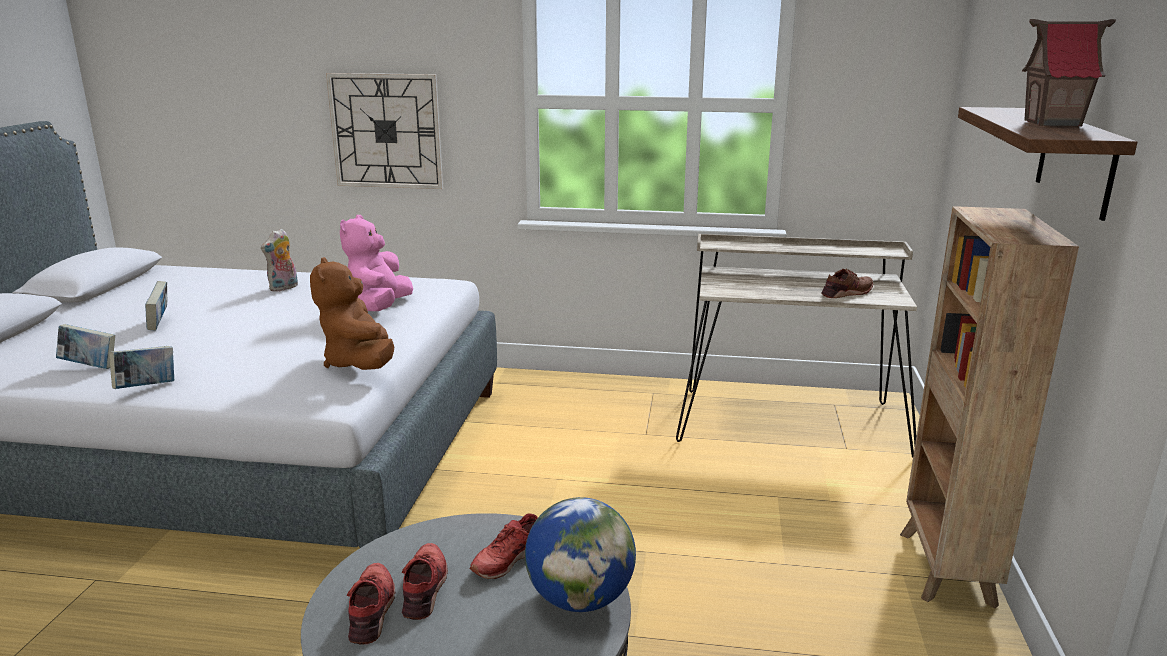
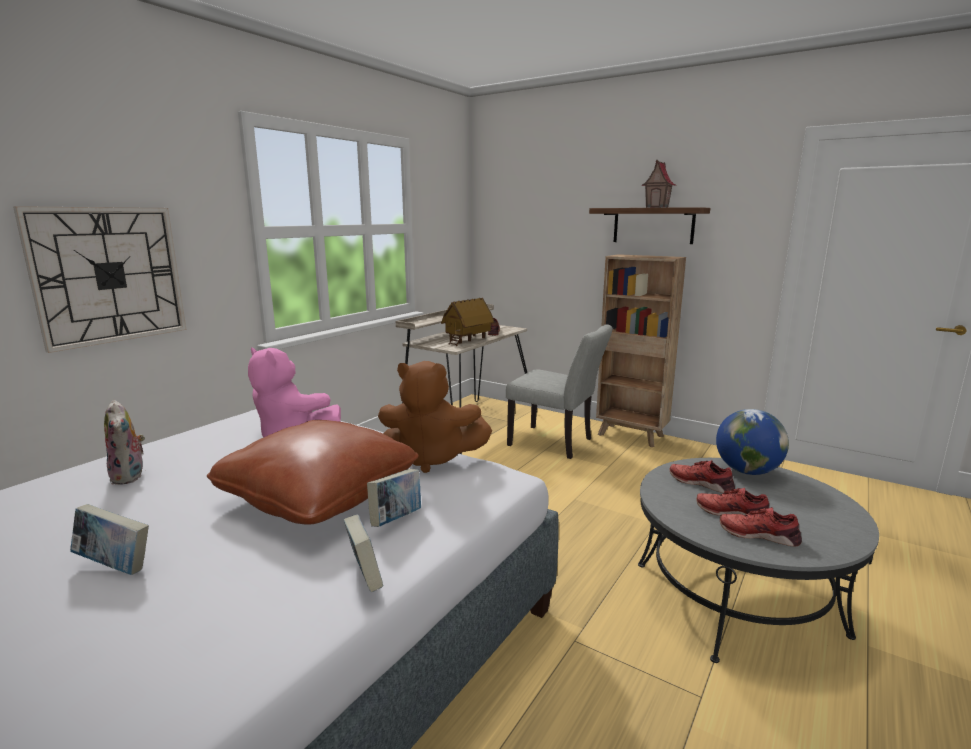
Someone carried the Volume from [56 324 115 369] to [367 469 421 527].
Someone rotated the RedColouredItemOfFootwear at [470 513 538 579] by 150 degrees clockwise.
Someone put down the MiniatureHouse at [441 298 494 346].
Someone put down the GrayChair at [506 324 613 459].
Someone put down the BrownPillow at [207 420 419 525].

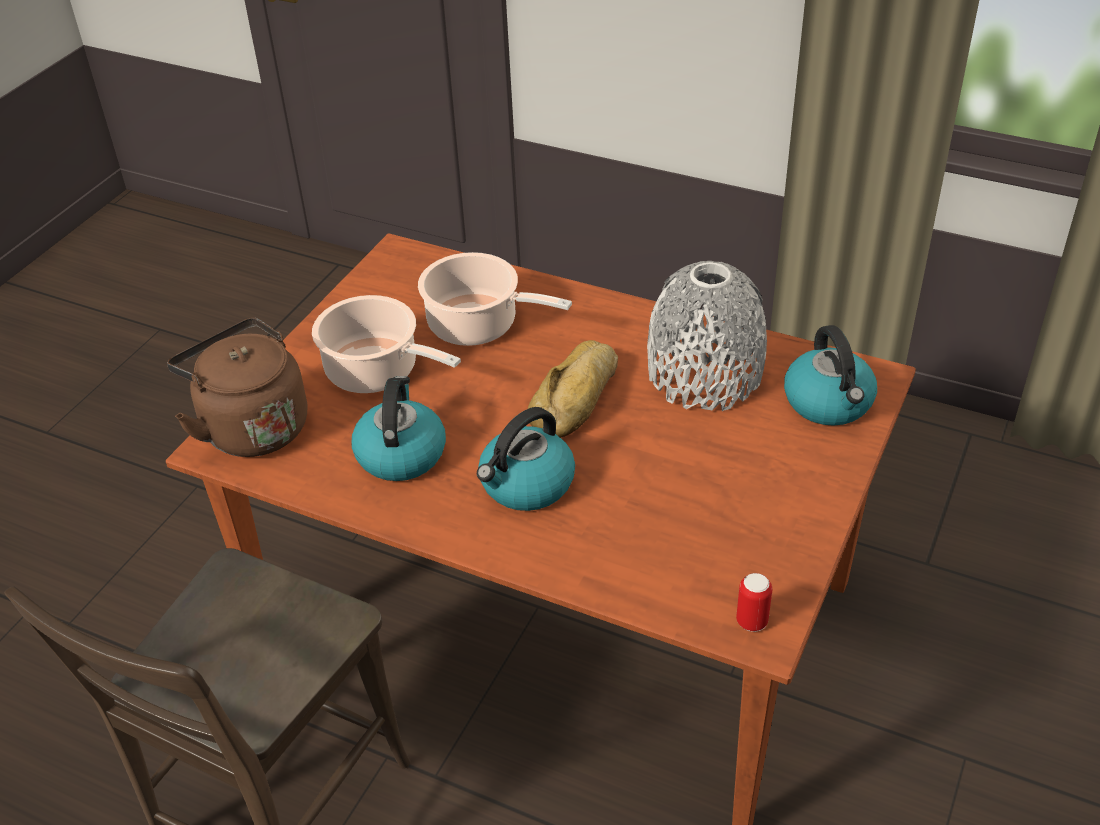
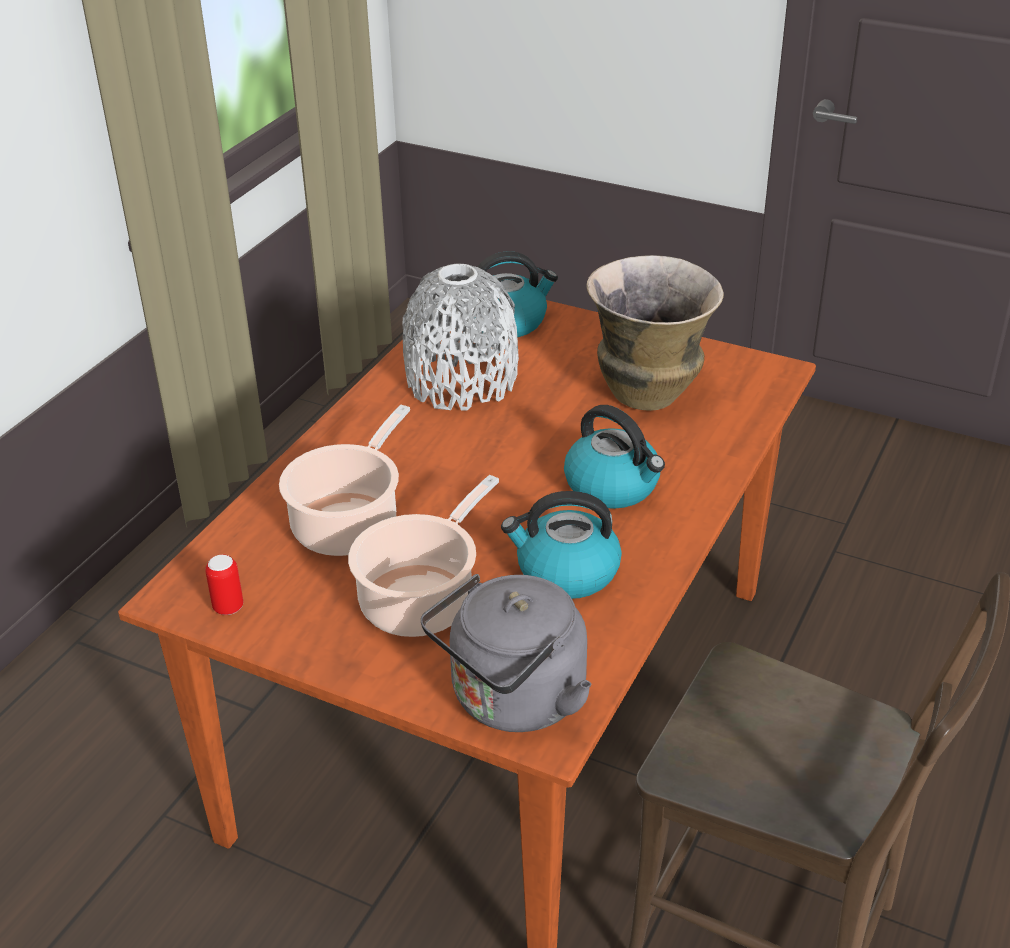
Someone repainted the BrownKettle at [167 318 307 457], which became the GrayKettle at [421 574 592 732].
Someone took away the BakedBread at [528 340 618 438].
Someone carried the Can from [736 573 772 632] to [205 555 243 615].
Someone put down the DecorativeVase at [587 255 724 411].

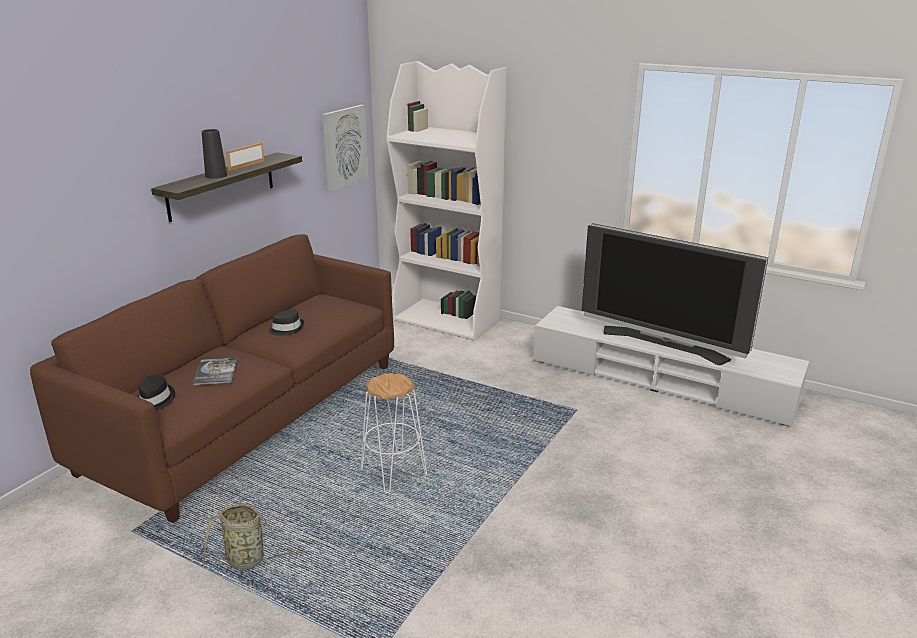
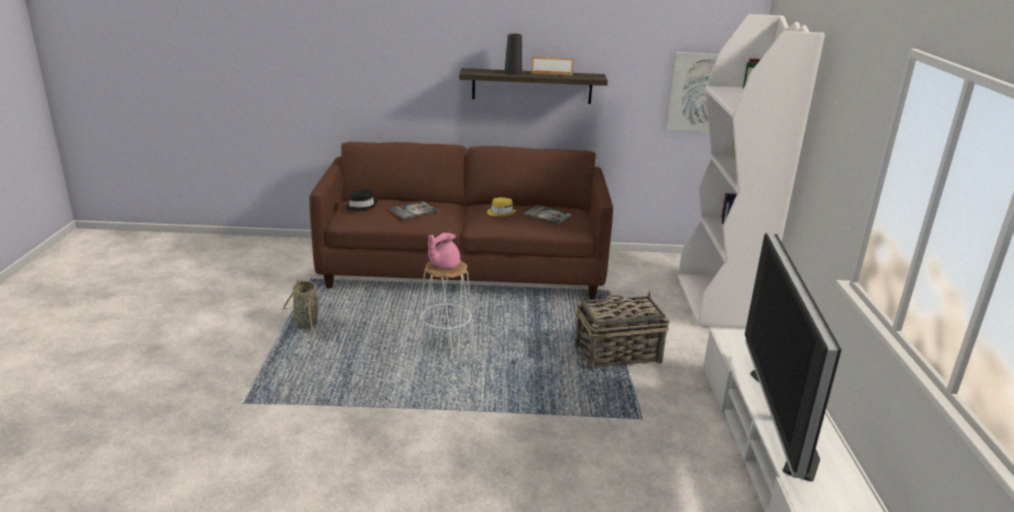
Someone repainted the BlackColouredHat at [268 309 304 336], which became the YellowHat at [487 197 516 217].
Someone put down the Volume at [523 205 571 225].
Someone put down the PinkColouredPotForTea at [428 233 460 269].
Someone put down the Basket at [575 291 669 370].

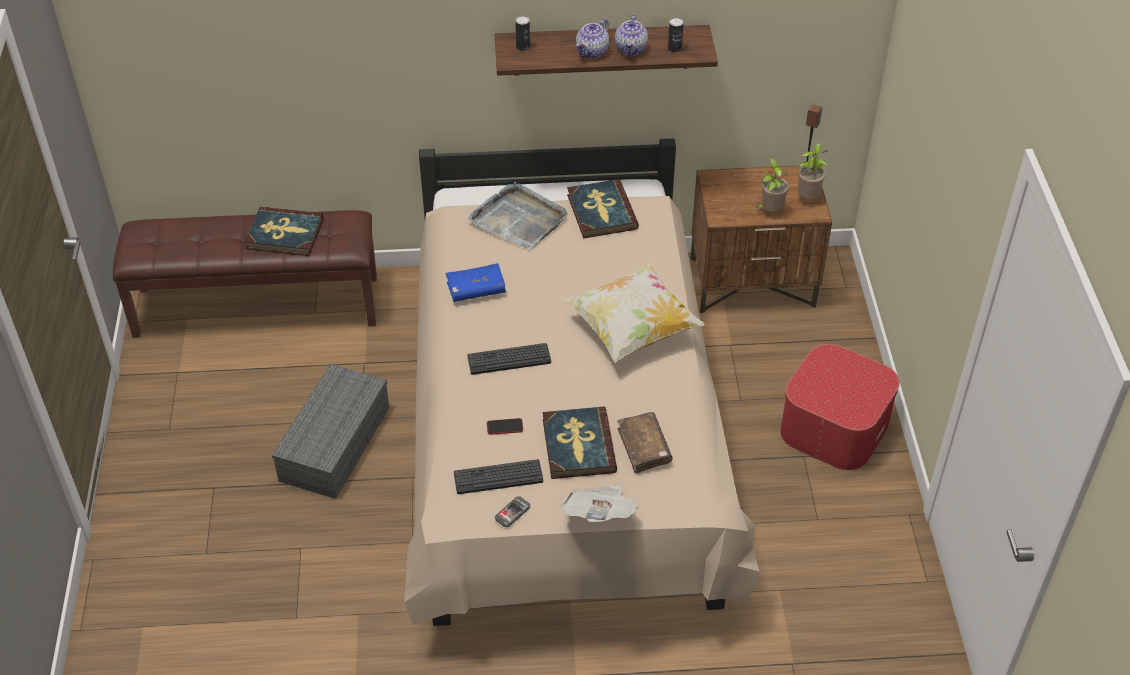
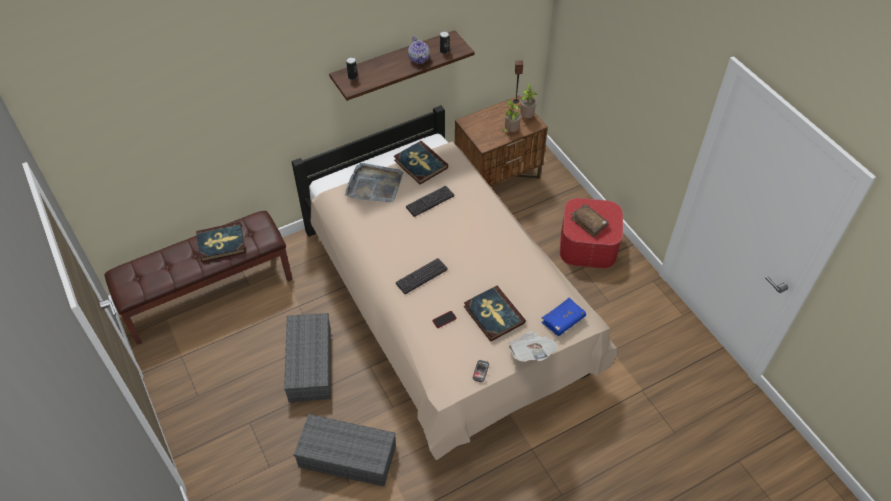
Someone took away the PotForTea at [576 19 609 58].
Someone carried the BlueColouredVolume from [446 263 506 302] to [541 298 586 336].
Someone took away the Pillow at [564 263 705 363].
Someone carried the BrownVolume from [617 412 673 474] to [571 204 609 237].
Someone carried the ComputerKeyboard from [454 459 543 494] to [406 186 454 217].
Someone put down the GrayStorageContainer at [294 414 396 487].

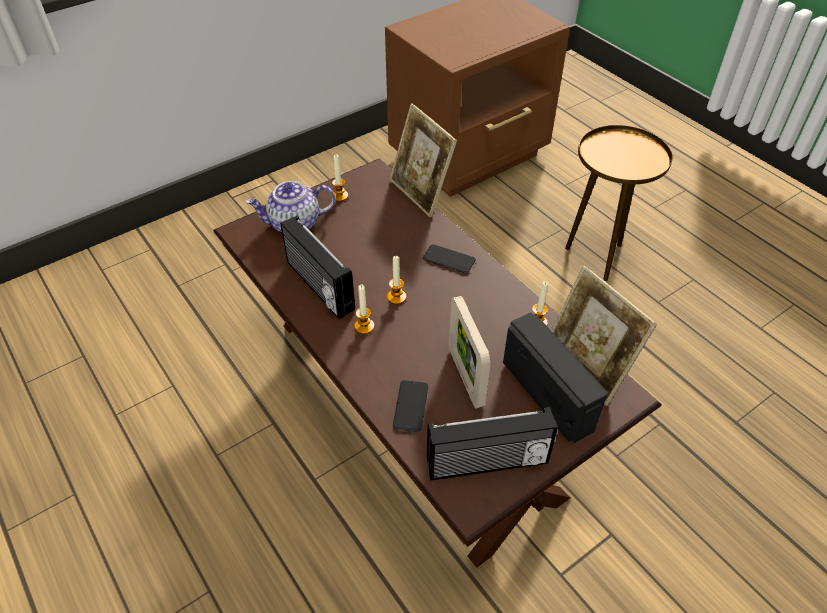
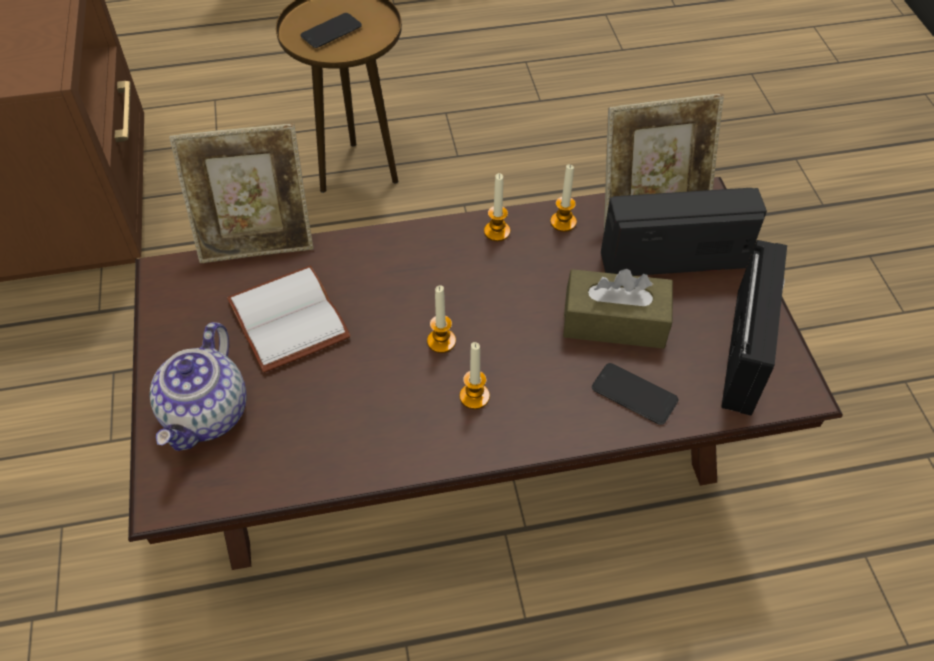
Someone carried the Candle from [331 154 348 201] to [484 173 510 241].
Someone took away the RadioReceiver at [280 216 355 319].
Someone carried the Phone from [423 244 476 273] to [301 13 362 48].
Someone swapped the StandingFrame at [449 296 491 408] for the BrownTissueHolder at [563 269 673 349].
Someone put down the WhiteVolume at [227 265 351 373].

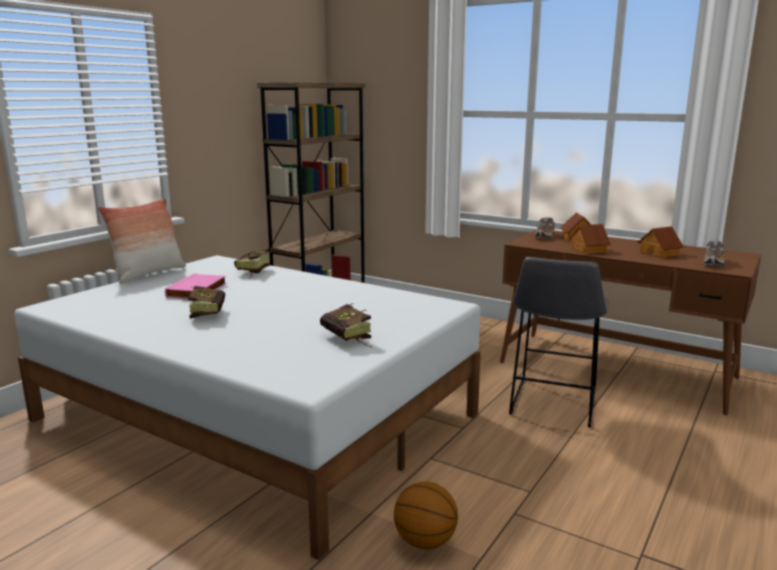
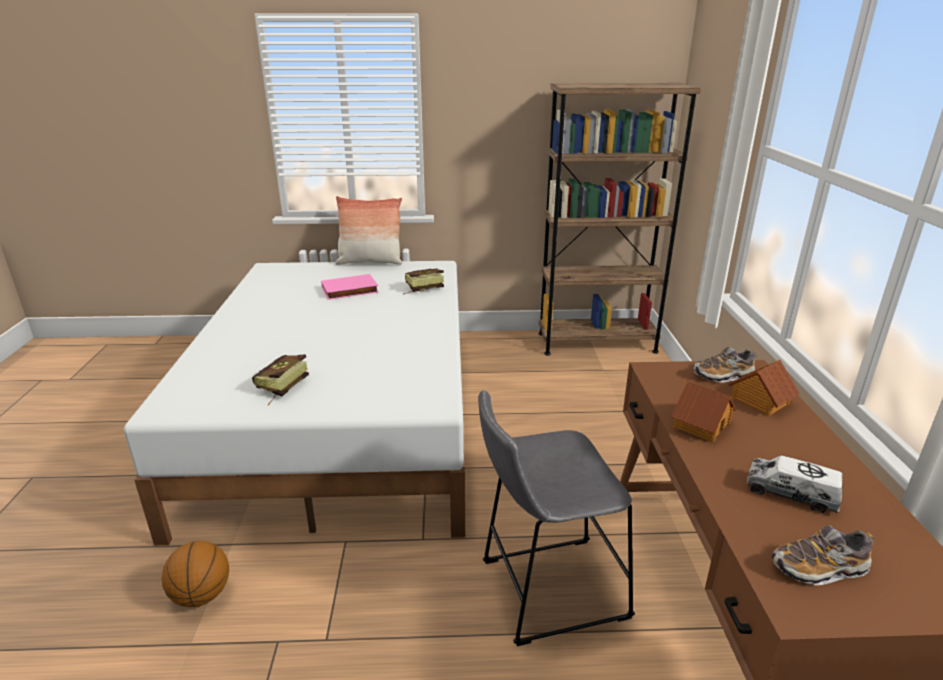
Someone swapped the MiniatureHouse at [637 226 684 258] for the ToyTruck at [747 455 842 513].
Someone took away the Volume at [187 286 225 319].

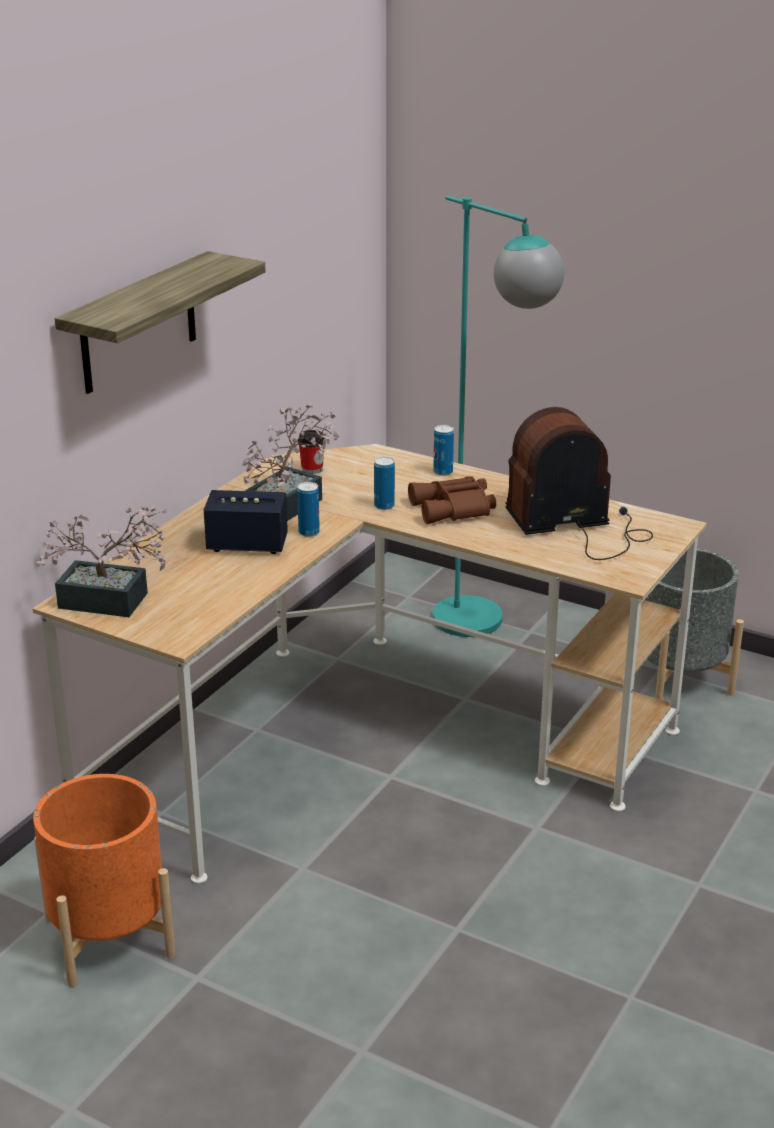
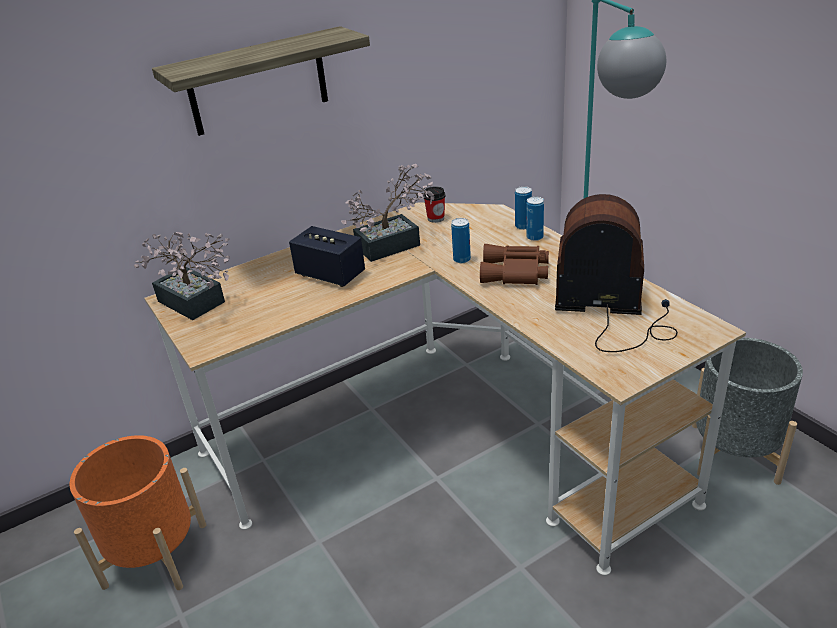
Someone carried the Can from [297 482 320 537] to [515 186 532 230].

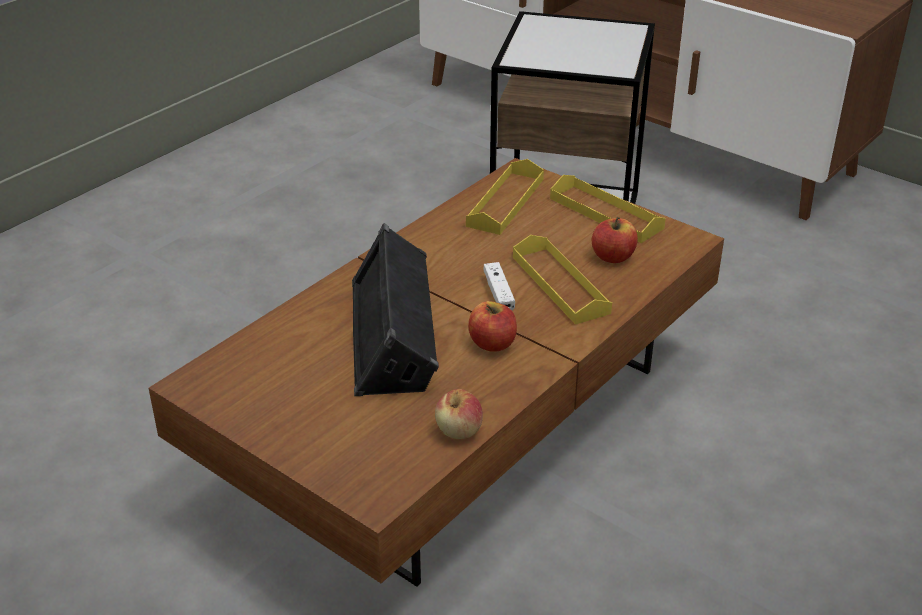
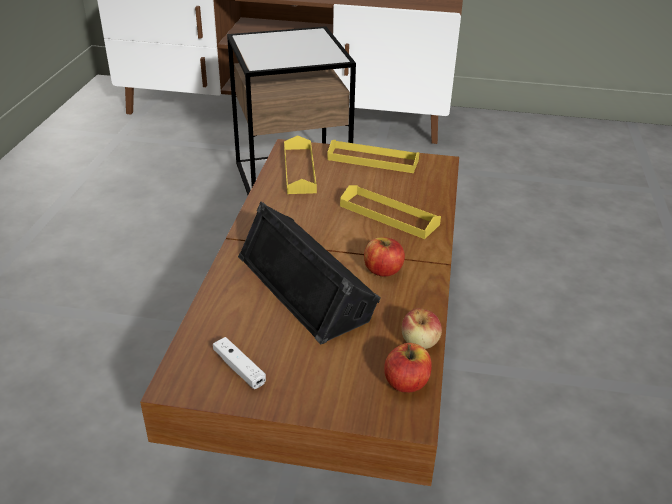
Someone carried the AppleFruit from [592 217 638 263] to [384 343 432 393].
Someone carried the WhiteGamepad from [483 262 515 311] to [213 337 266 389].

